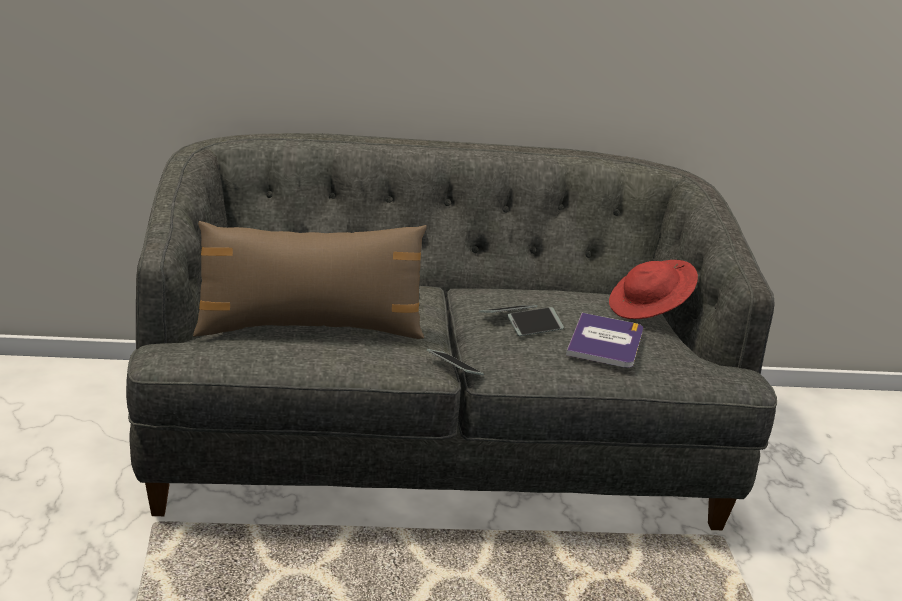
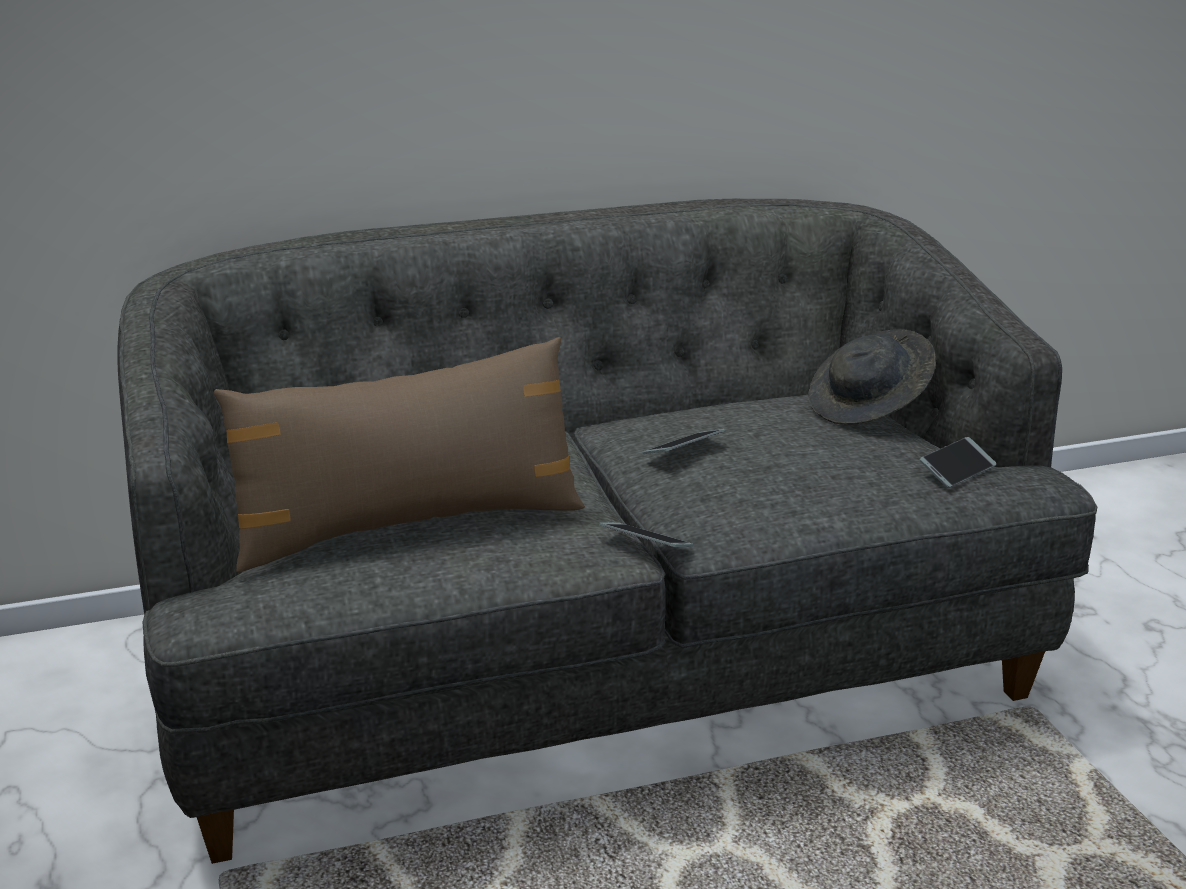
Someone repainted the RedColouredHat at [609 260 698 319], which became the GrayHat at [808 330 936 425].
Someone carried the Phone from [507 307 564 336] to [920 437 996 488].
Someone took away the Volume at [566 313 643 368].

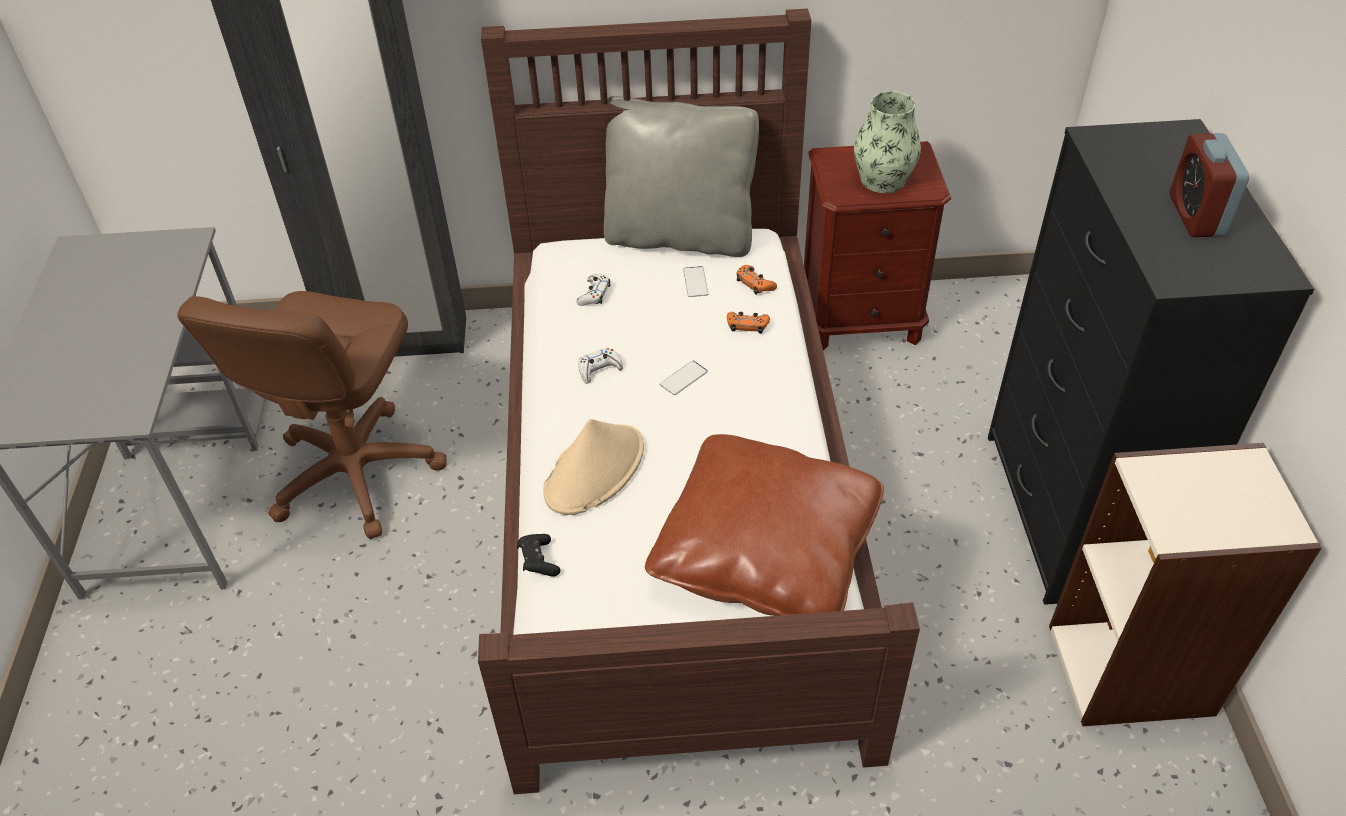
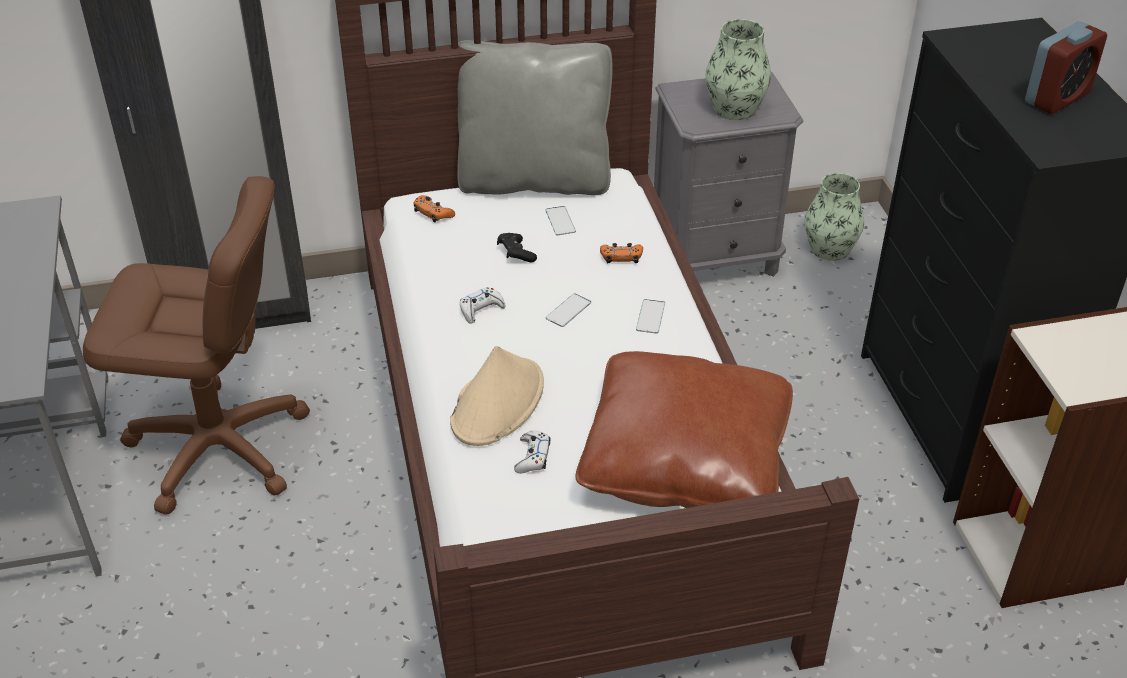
Someone rotated the BedsideClock at [1170 133 1249 237] by 120 degrees counterclockwise.
Someone repainted the BrownBedsideTable at [804 141 951 350], which became the GrayBedsideTable at [654 72 803 277].
Someone carried the OrangeyGamepad from [737 265 777 295] to [413 195 455 223].
Someone carried the WhiteGamepad from [577 273 611 306] to [514 430 550 473].
Someone rotated the BrownOfficeChair at [177 291 447 539] by 90 degrees counterclockwise.
Someone carried the BlackColouredGamepad from [517 534 560 577] to [497 233 537 263].
Someone put down the DecorativeVase at [805 173 864 261].
Someone put down the Phone at [636 299 665 334].

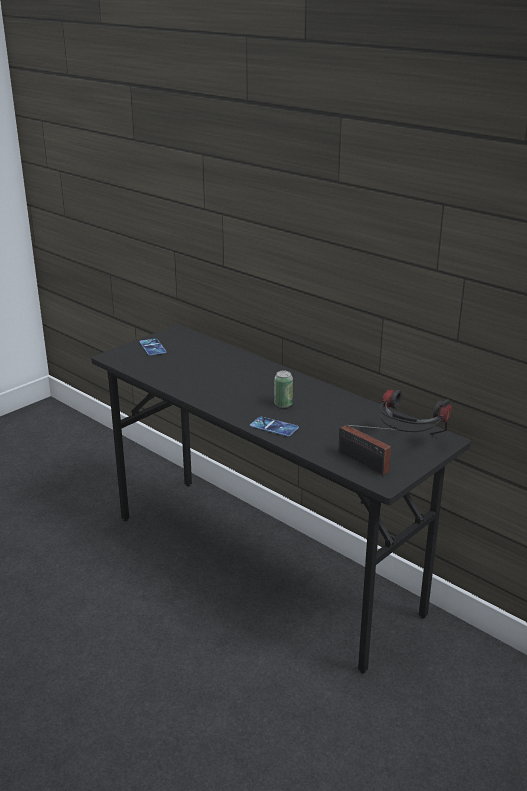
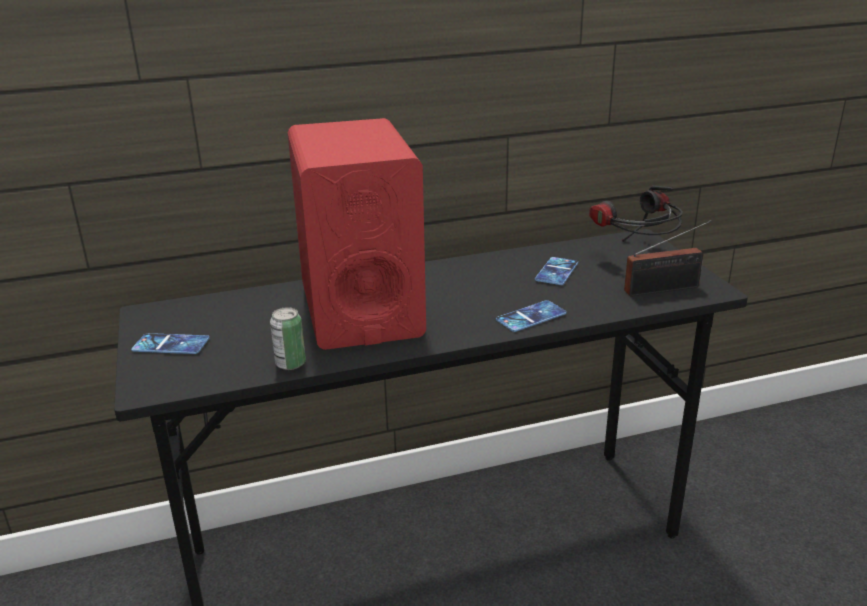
Someone carried the Can from [274 371 293 408] to [270 307 306 370].
Someone put down the RedColouredAudioSpeaker at [288 118 426 350].
Someone put down the Phone at [535 257 578 285].

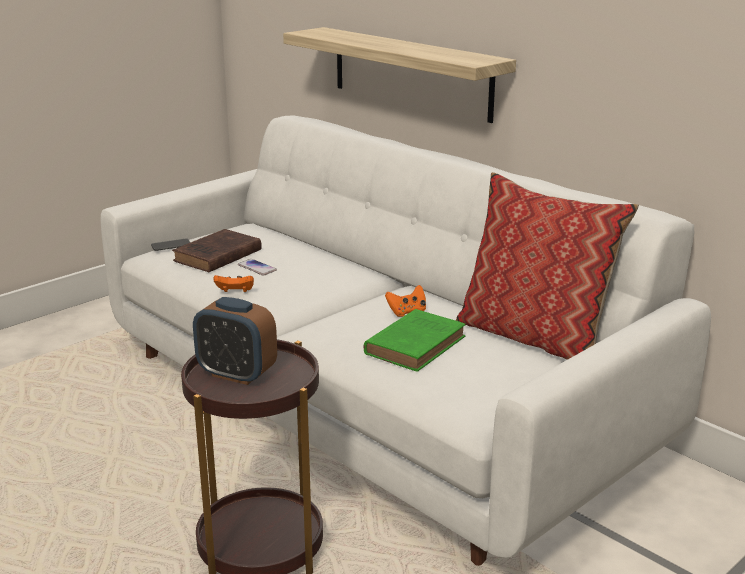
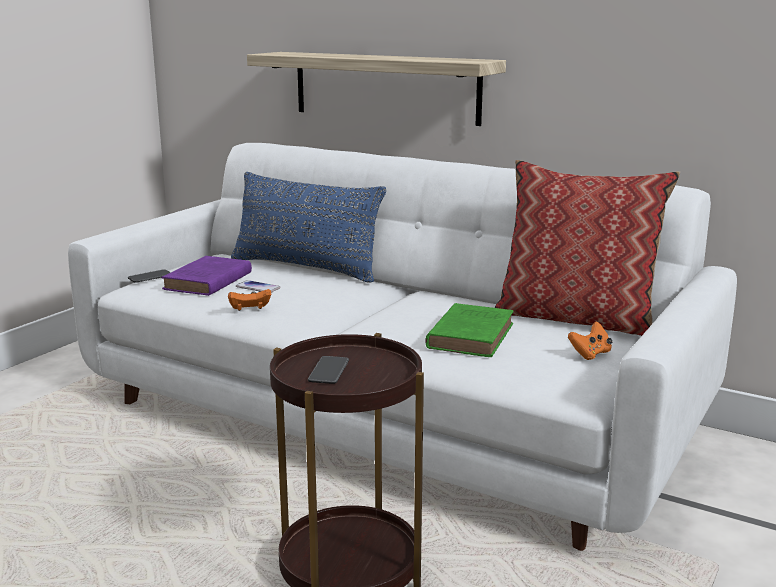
Someone repainted the BrownVolume at [172 229 262 272], which became the PurpleVolume at [161 256 252 296].
Someone carried the OrangeyGamepad from [385 285 426 317] to [568 322 612 360].
Someone swapped the BedsideClock at [193 297 277 385] for the Phone at [308 356 349 384].
Someone put down the BlueColouredPillow at [231 172 386 282].

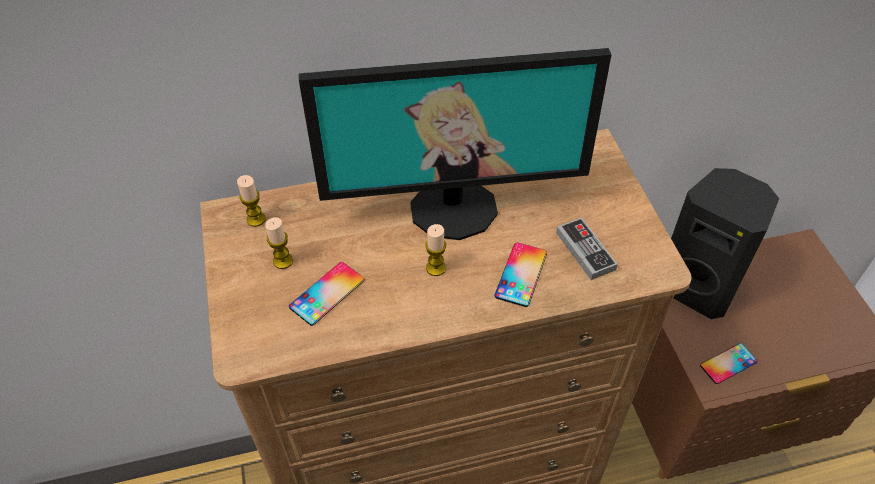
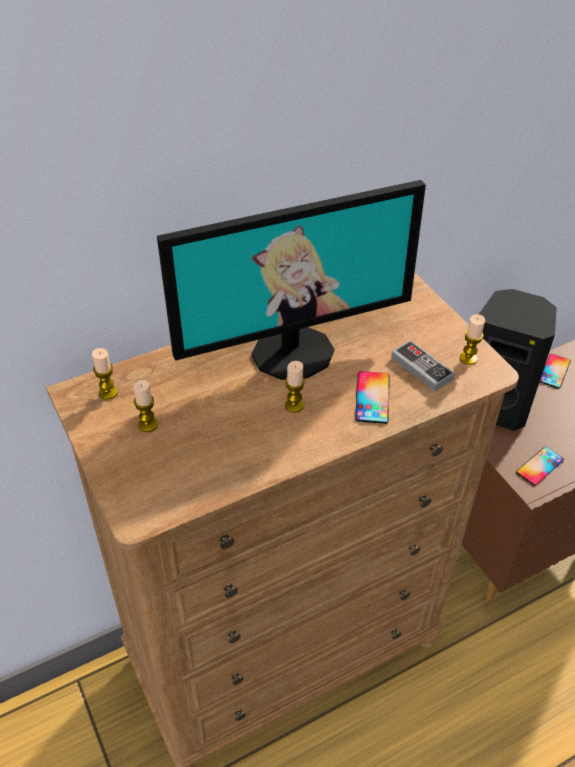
Someone carried the Phone from [289 262 365 326] to [540 354 571 389].
Someone put down the Candle at [460 314 485 365].

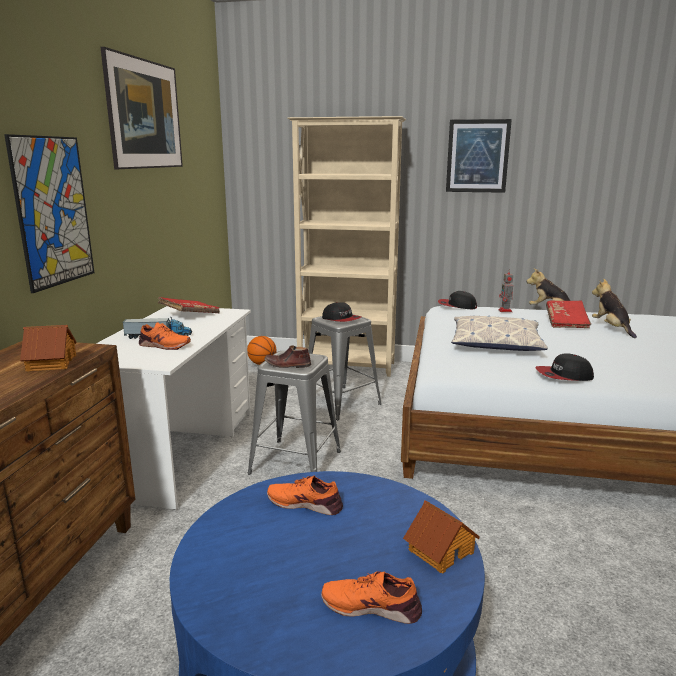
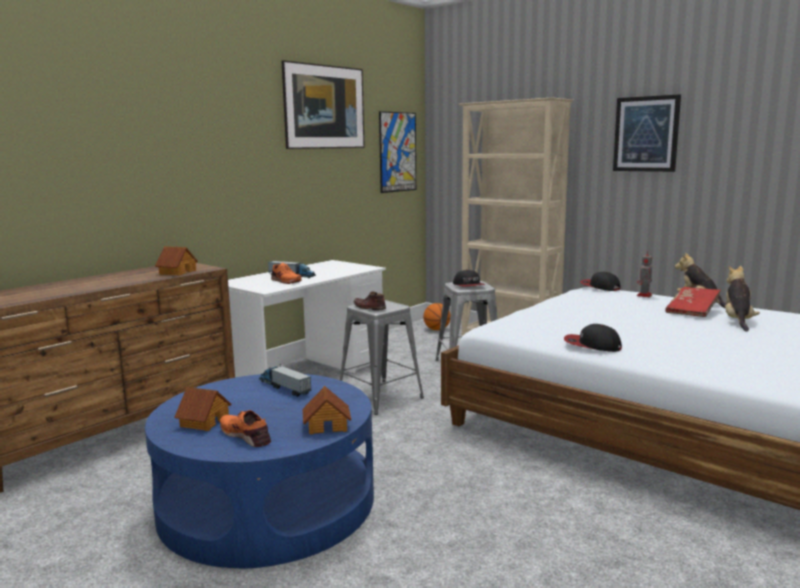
Someone carried the WallArt from [4 134 94 293] to [379 111 416 193].
Someone took away the RedColouredVolume at [158 297 220 313].
Someone took away the Pillow at [451 315 548 351].
Someone swapped the OrangeyItemOfFootwear at [267 476 343 515] for the ToyTruck at [259 364 311 397].
Someone put down the MiniatureHouse at [174 387 231 431].

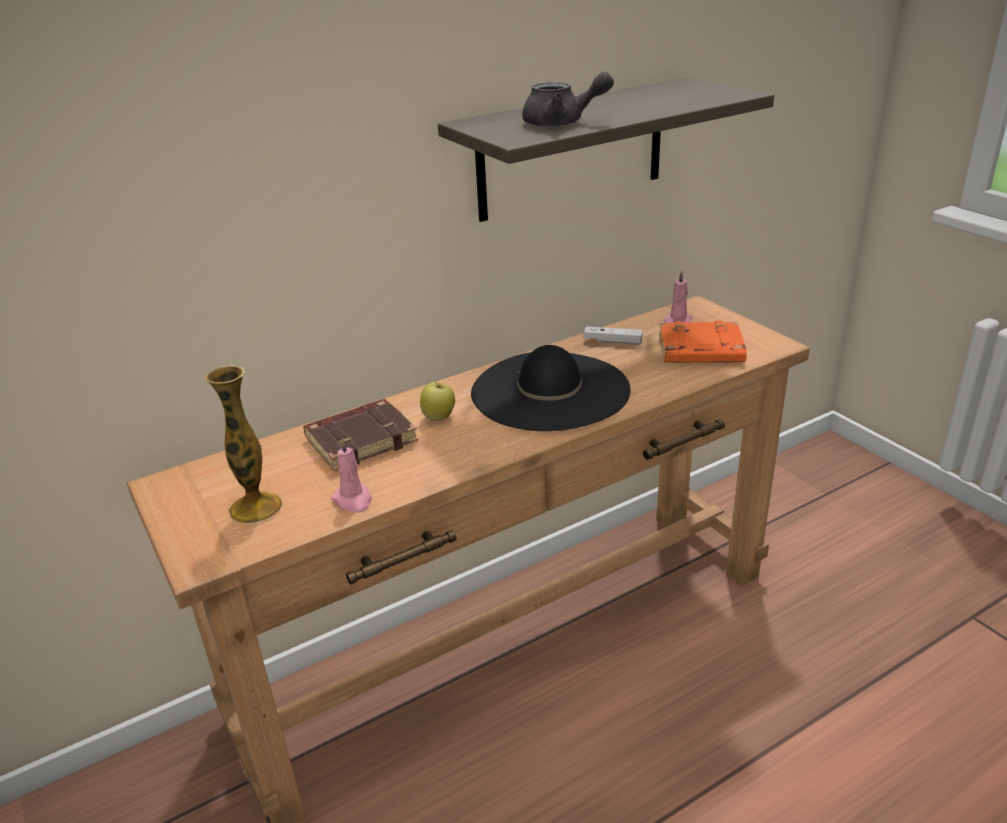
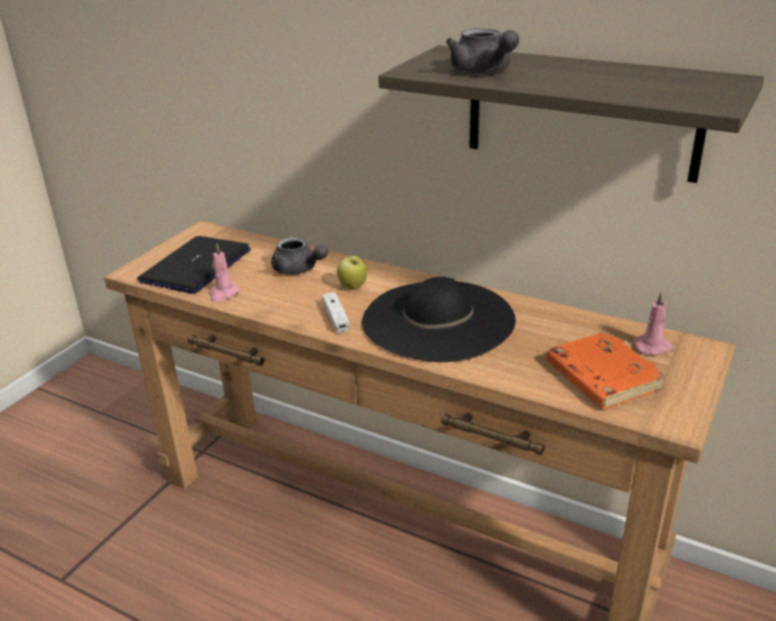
Someone carried the WhiteGamepad from [584 326 643 345] to [322 292 349 333].
Someone swapped the DecorativeVase at [205 365 282 524] for the NotebookComputer at [137 236 251 294].
Someone swapped the BrownVolume at [303 399 418 471] for the GrayPotForTea at [271 237 328 275].

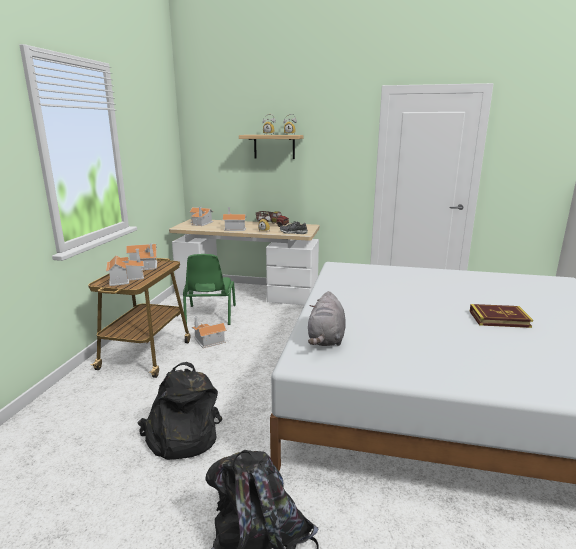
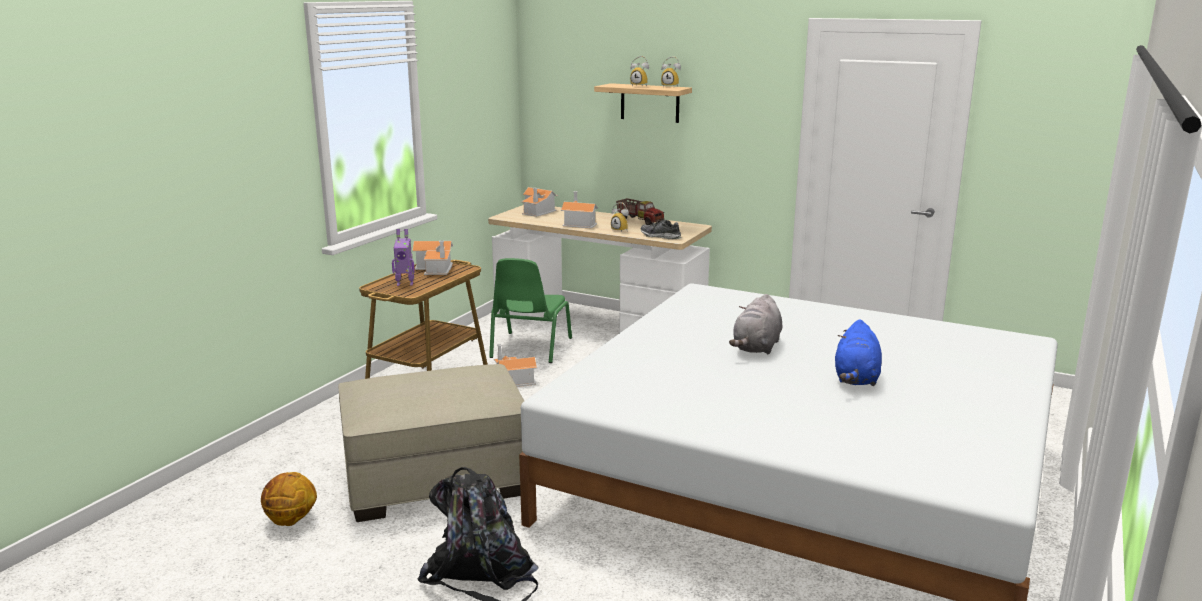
Someone swapped the MiniatureHouse at [106 249 144 286] for the ModelRobot at [392 229 415 286].
Someone carried the GrayPlushToy from [308 291 346 346] to [729 294 782 354].
Someone swapped the Volume at [470 304 533 328] for the BlueColouredPlushToy at [835 319 882 386].
Someone swapped the BlackColouredKnapsack at [137 362 222 460] for the SandColouredOttoman at [338 364 524 522].
Someone put down the BallForBasketball at [261 472 317 526].

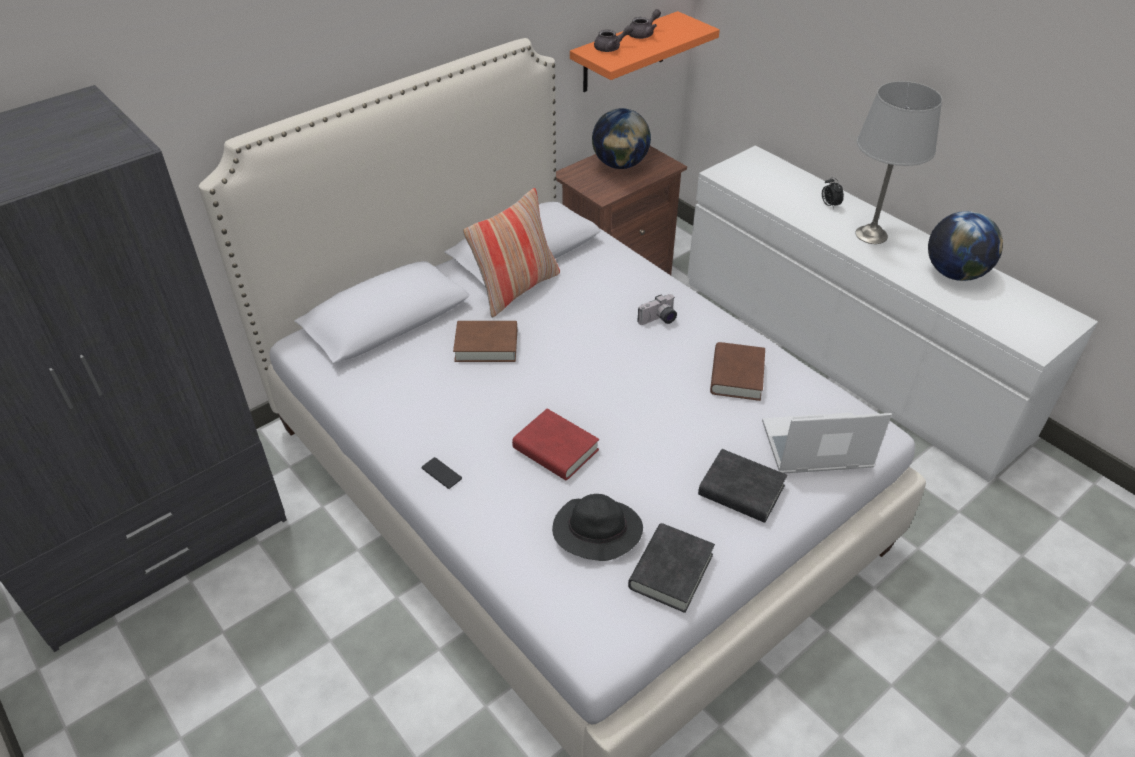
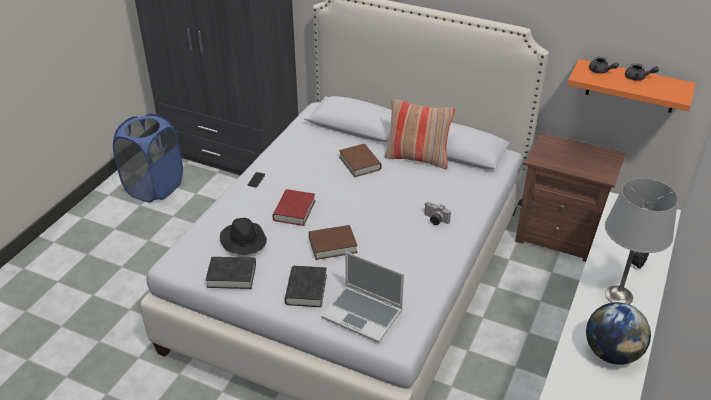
Someone took away the Globe at [592 108 651 169].
Someone carried the BrownVolume from [710 342 765 401] to [309 225 357 260].
Someone rotated the NotebookComputer at [762 413 892 473] by 150 degrees clockwise.
Someone put down the BlueColouredLaundryBasket at [113 114 183 203].

